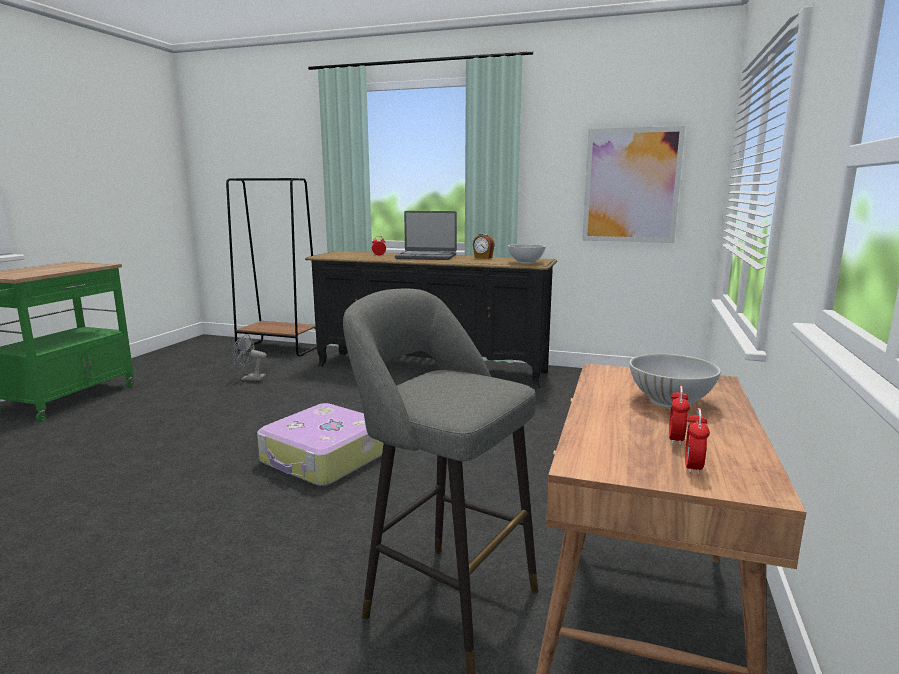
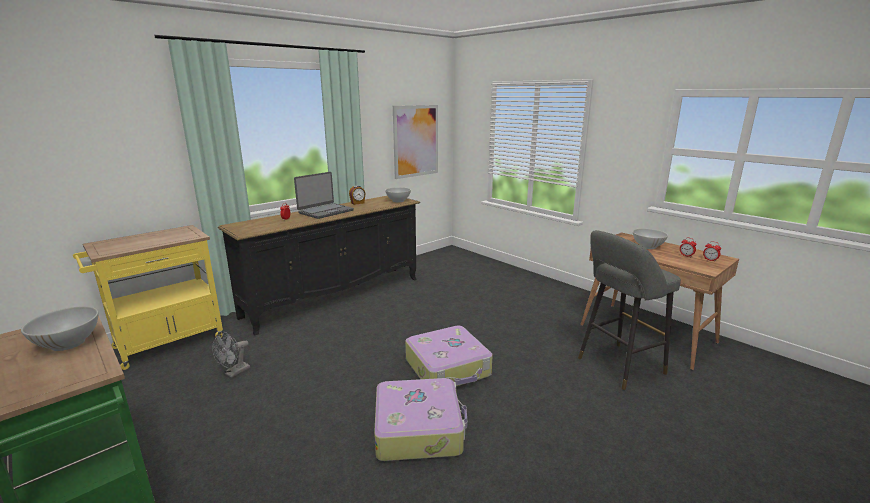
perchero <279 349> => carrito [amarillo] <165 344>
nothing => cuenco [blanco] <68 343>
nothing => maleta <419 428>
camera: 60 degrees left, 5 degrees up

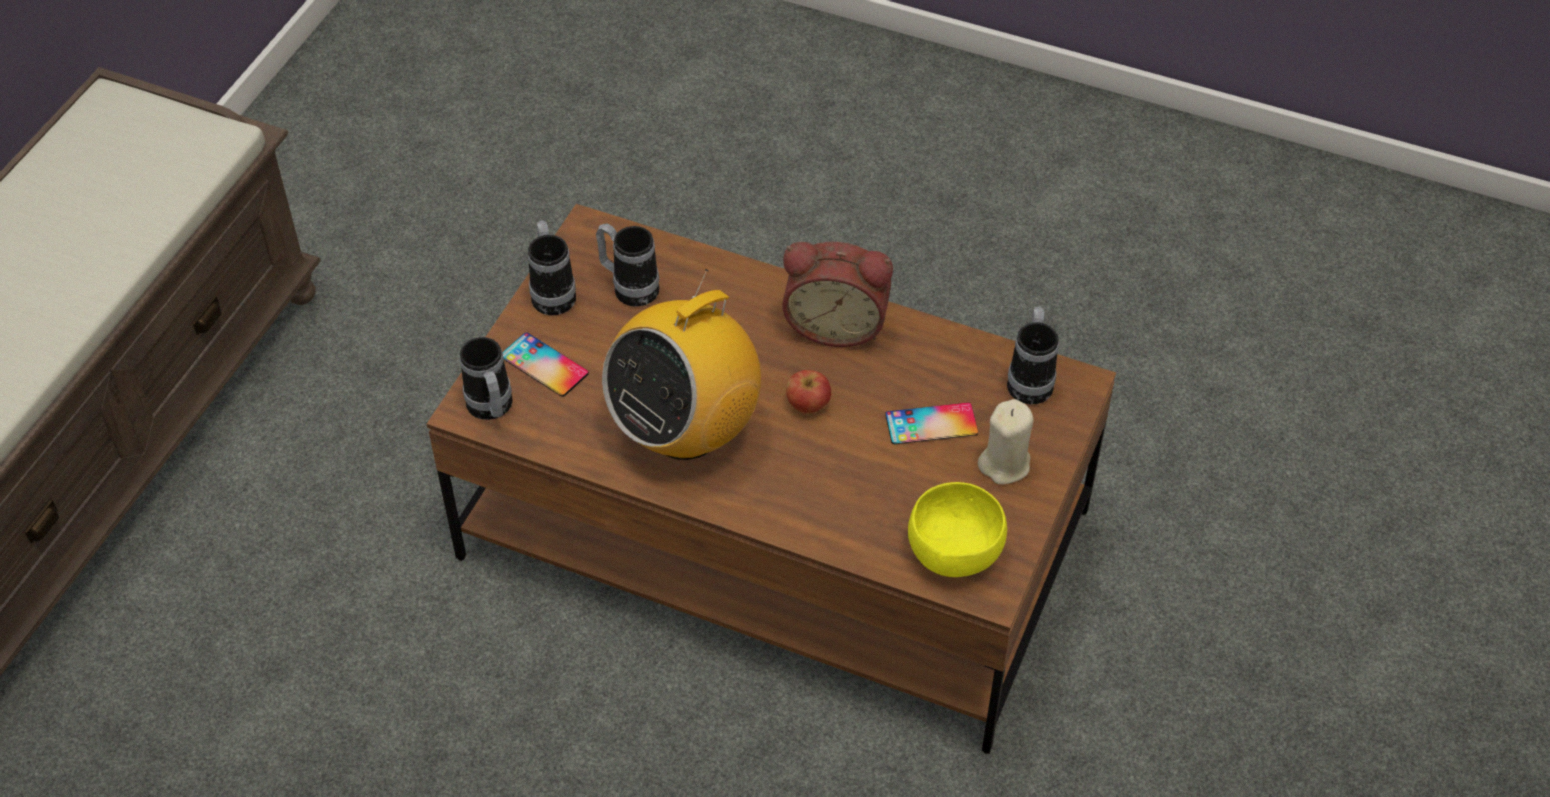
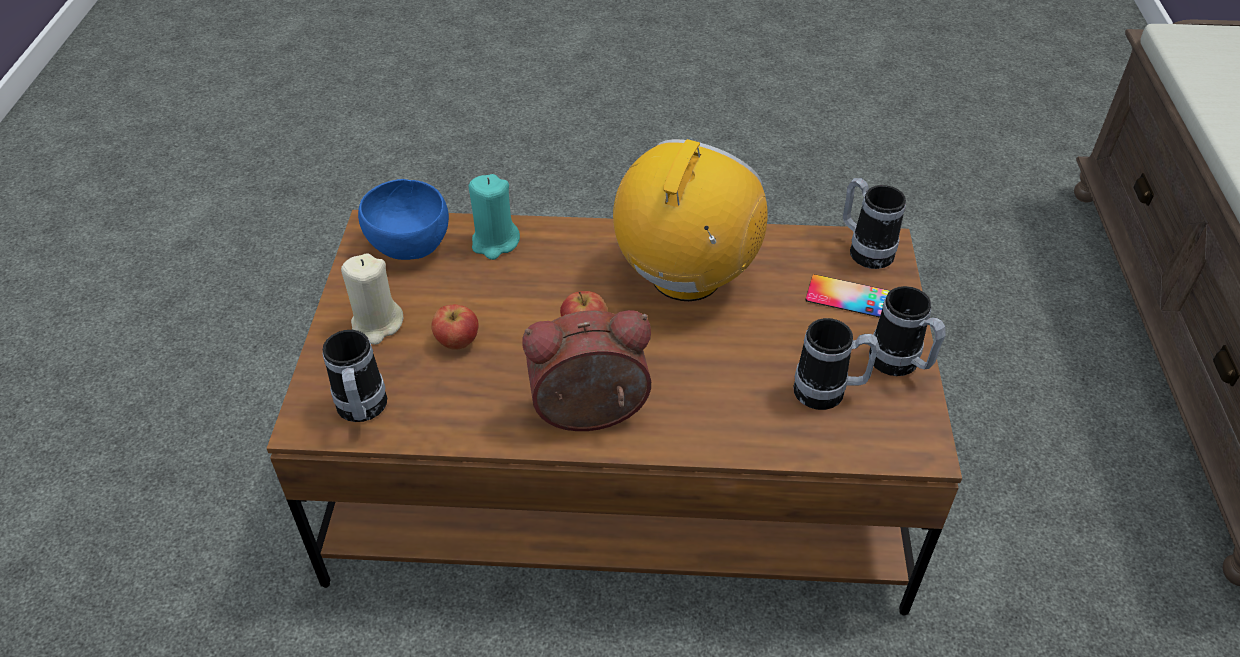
móvil <931 424> => manzana <457 341>
cuenco [amarillo] <953 553> => cuenco [azul] <410 245>
nothing => vela [turquesa] <495 242>
camera: 160 degrees right, 5 degrees down

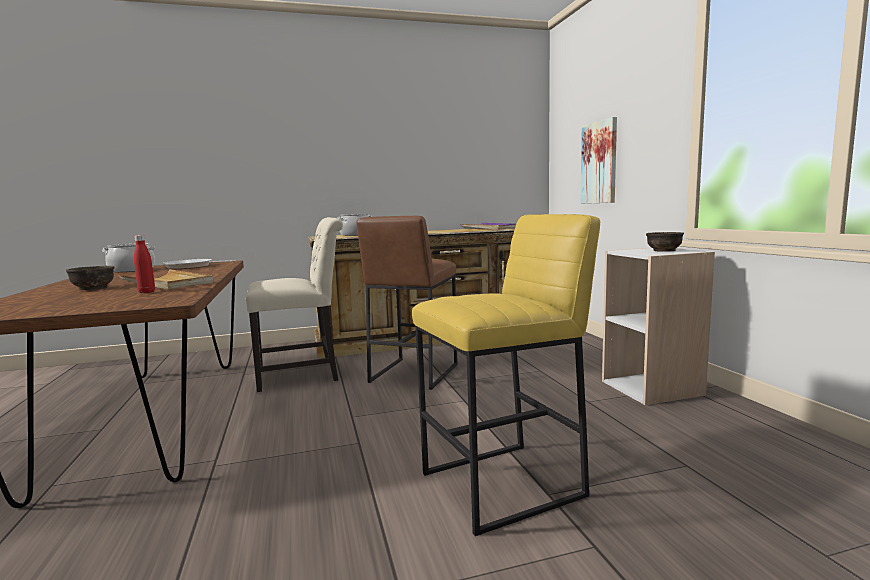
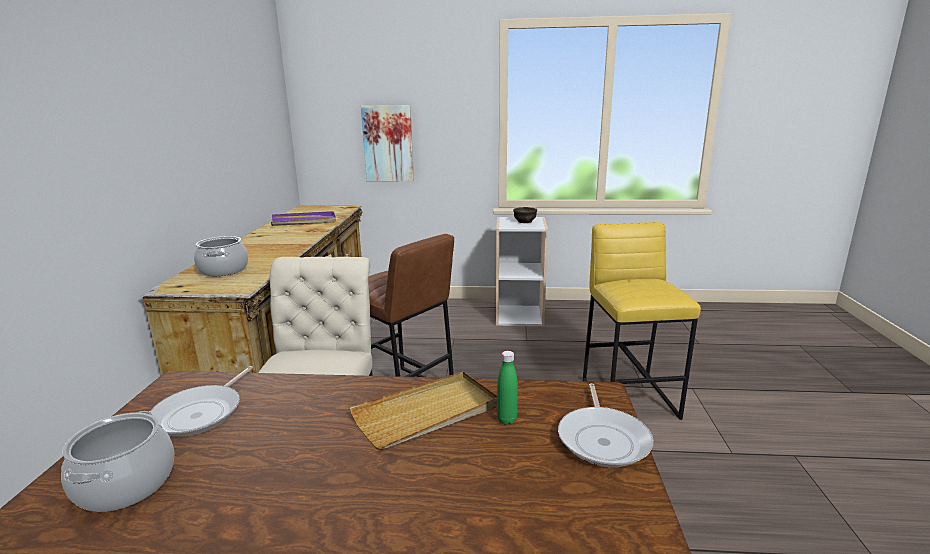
botella [rojo] <147 292> => botella [verde] <507 420>
cuenco [marrón] <93 288> => nothing
nothing => sartén <603 439>
camera: 70 degrees left, 10 degrees up

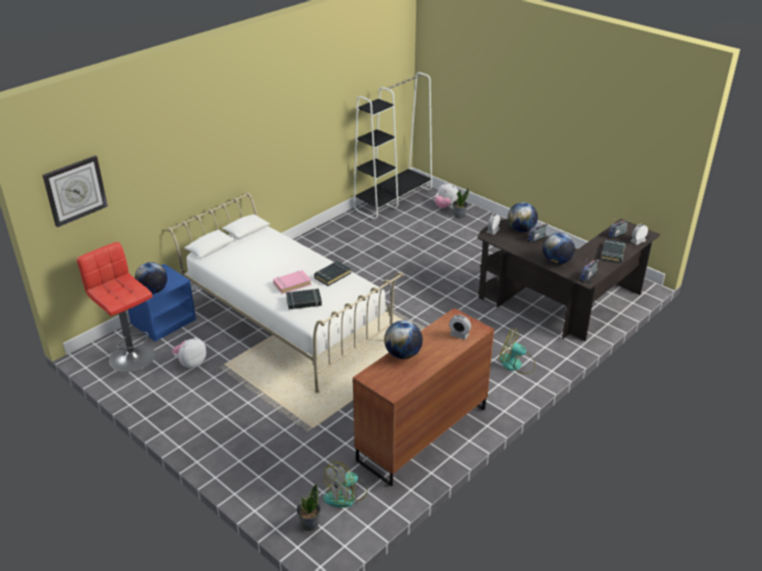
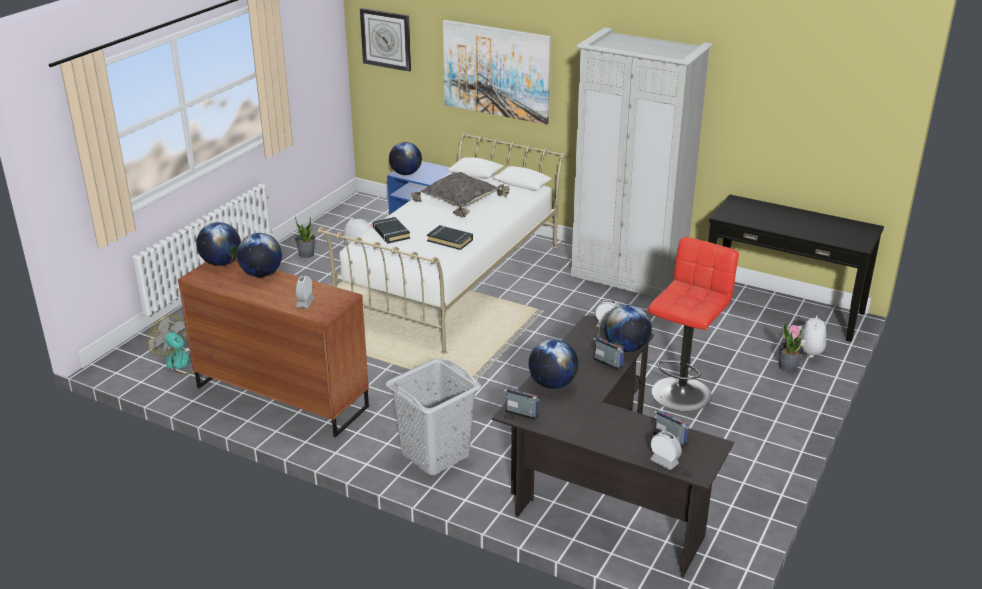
perchero [negro] <393 200> => mesa consola [negro] <782 308>
libro [negro] <613 253> => nothing
taburete [rojo] <132 357> => taburete [rojo] <682 394>, shifted
libro [rosa] <292 284> => nothing
ventilador <516 364> => cesto de la ropa [gris] <434 454>
planta en maceta <309 524> => planta en maceta <306 254>, shifted
nothing => cuadro <496 71>
nothing => armario ropero [blanco] <628 274>
nothing => cojín <459 198>
nothing => globo terráqueo <221 263>
camera: 75 degrees right, 5 degrees down

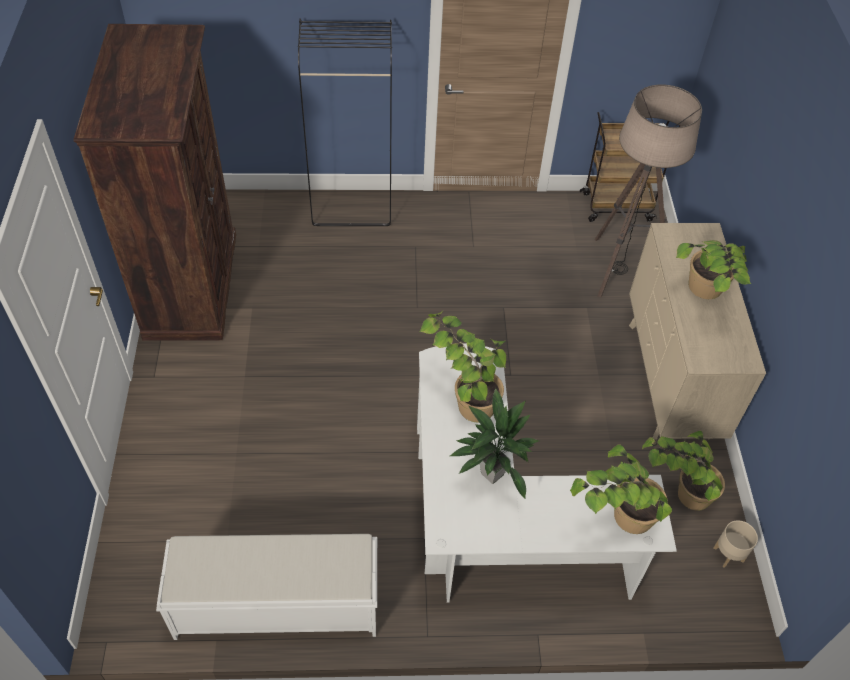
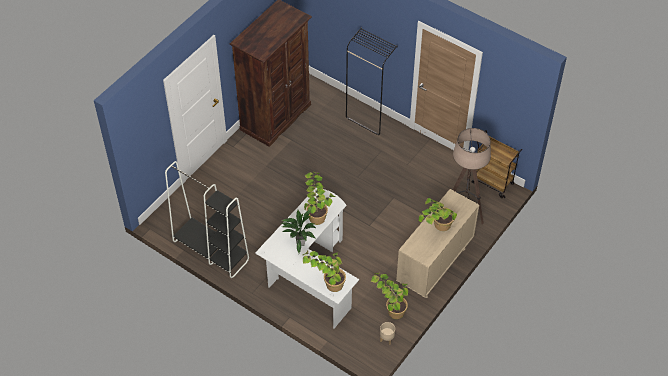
banco [blanco] <275 605> => perchero [negro] <210 251>
camera: 40 degrees right, 0 degrees up

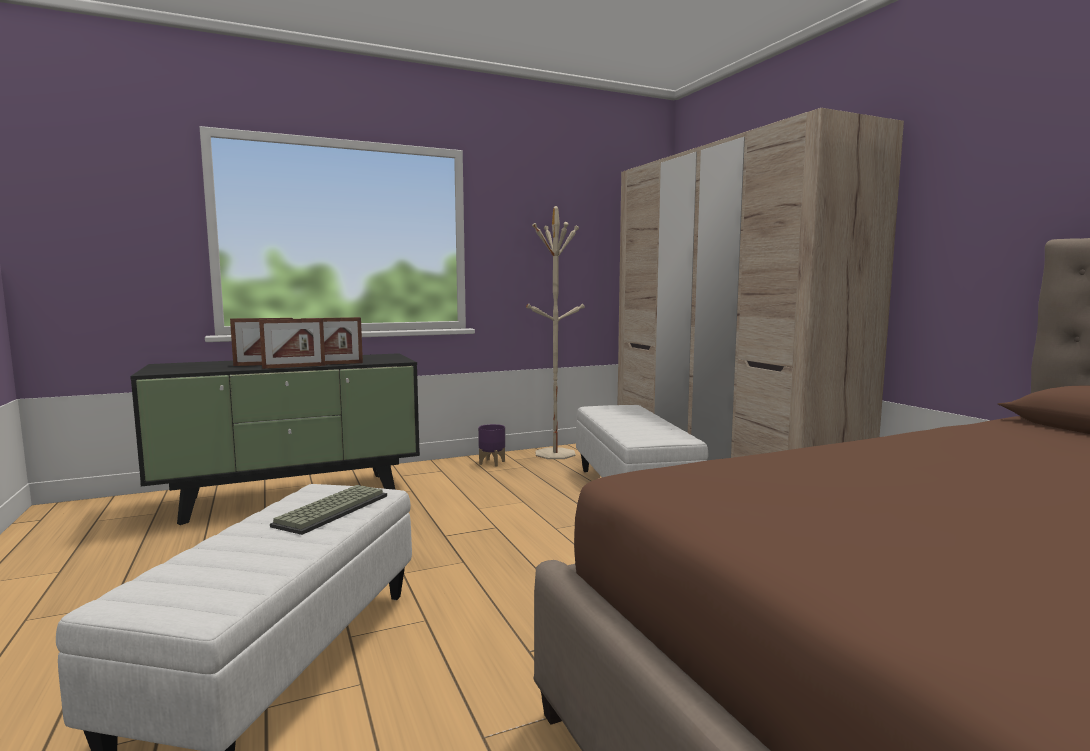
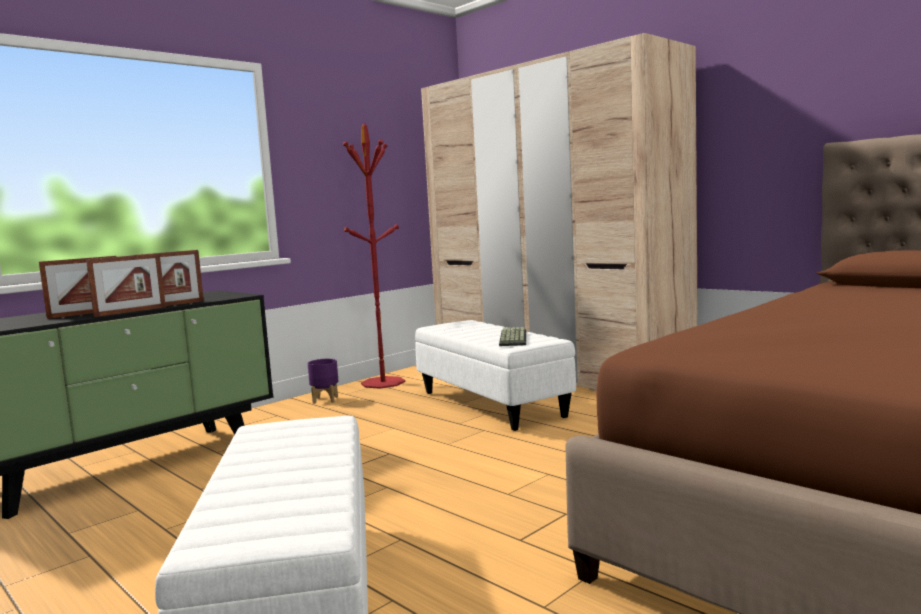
perchero [beis] <555 453> => perchero [rojo] <383 382>
teclado <332 510> => teclado <512 338>, shifted
camera: 20 degrees left, 0 degrees up

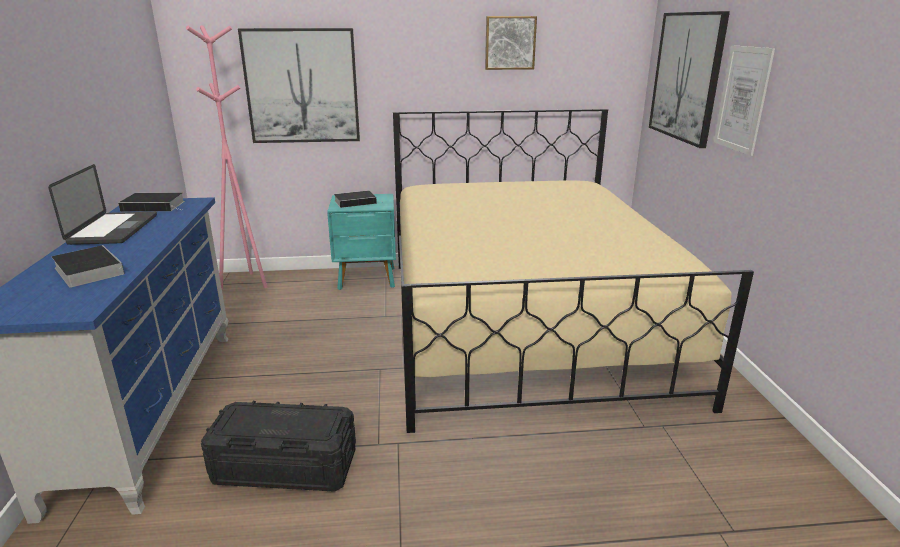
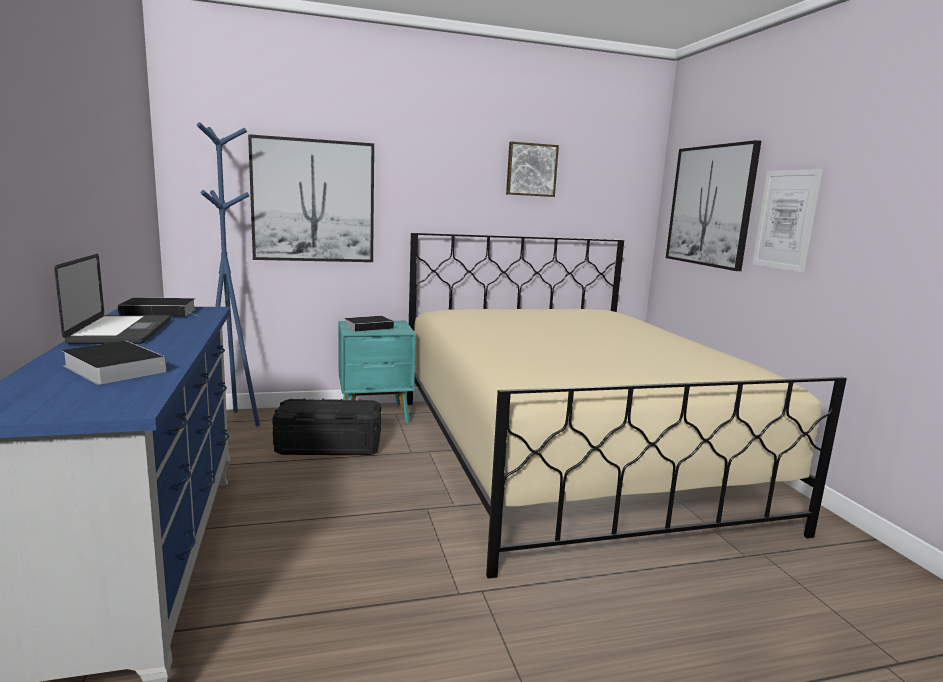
perchero [rosa] <246 283> => perchero [azul] <232 422>
caja de almacenaje [negro] <285 467> => caja de almacenaje [negro] <329 445>, shifted
camera: 10 degrees left, 10 degrees down

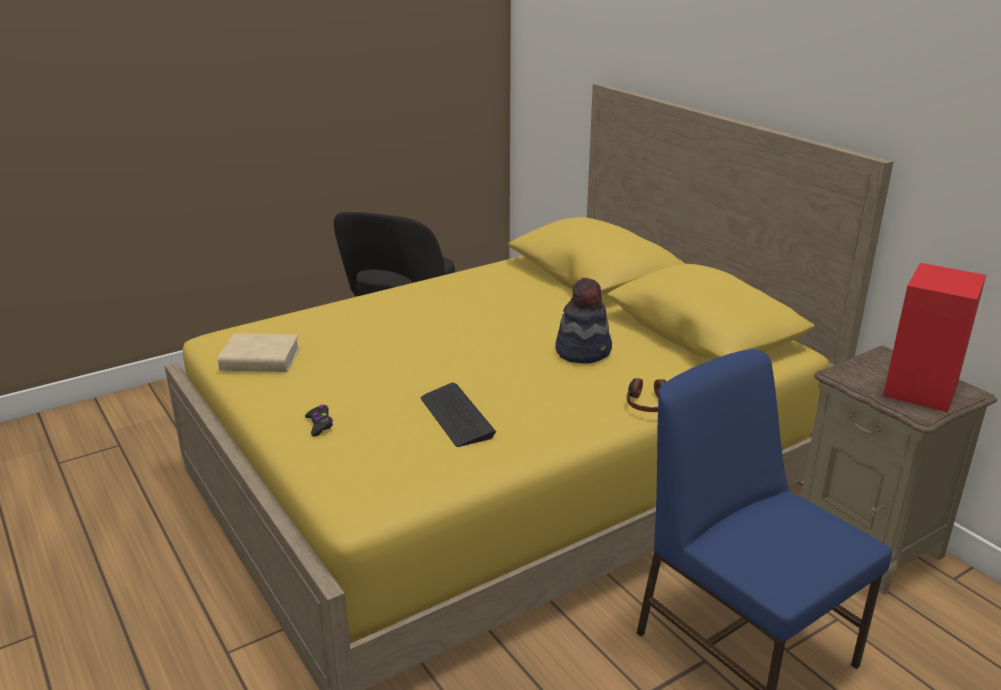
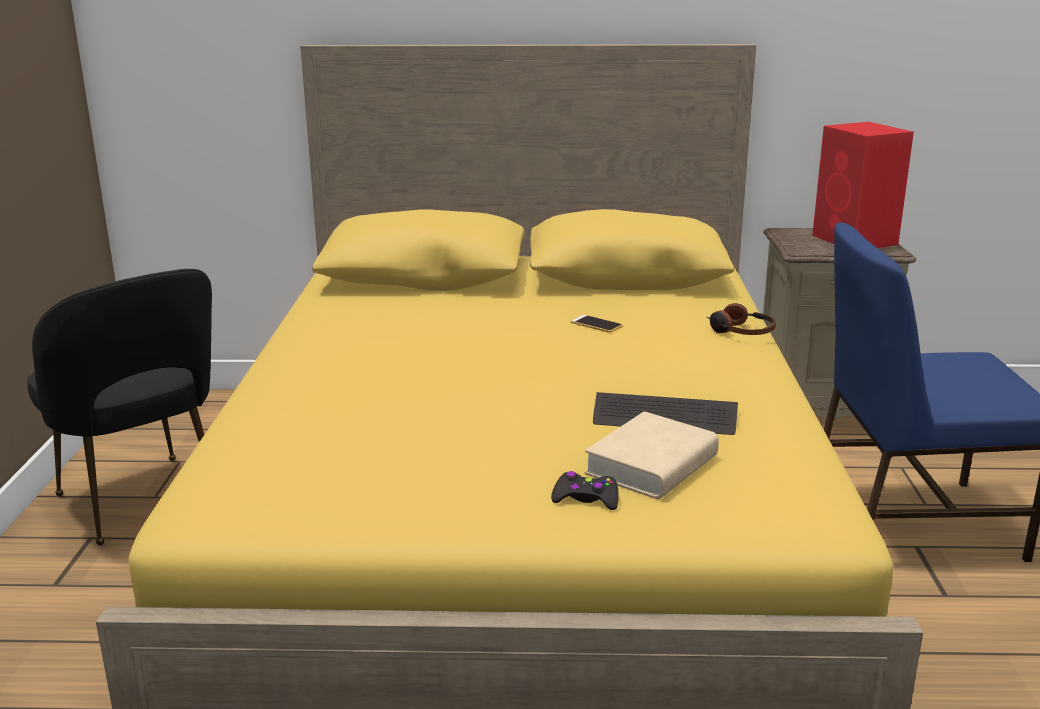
sombrero <583 351> => móvil <596 324>
libro [beis] <260 360> => libro [beis] <652 465>, shifted
camera: 55 degrees left, 5 degrees down

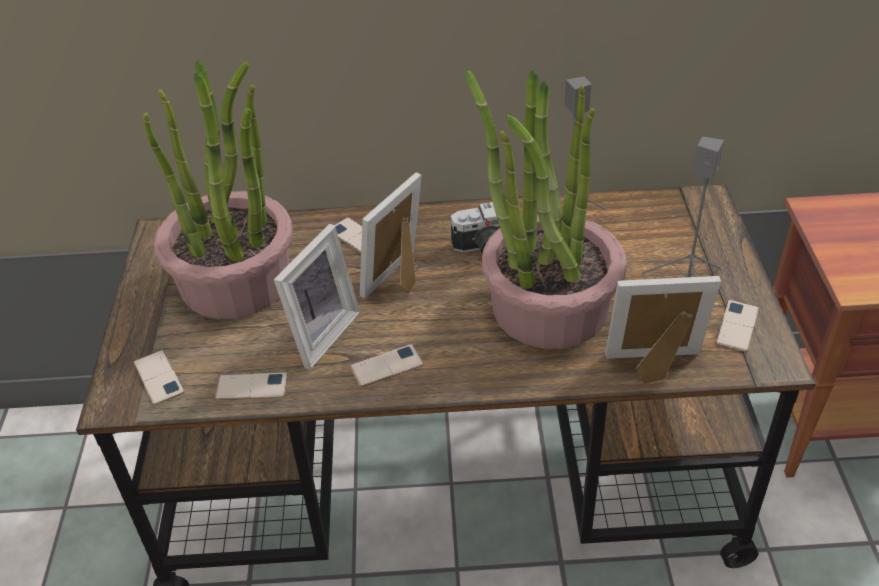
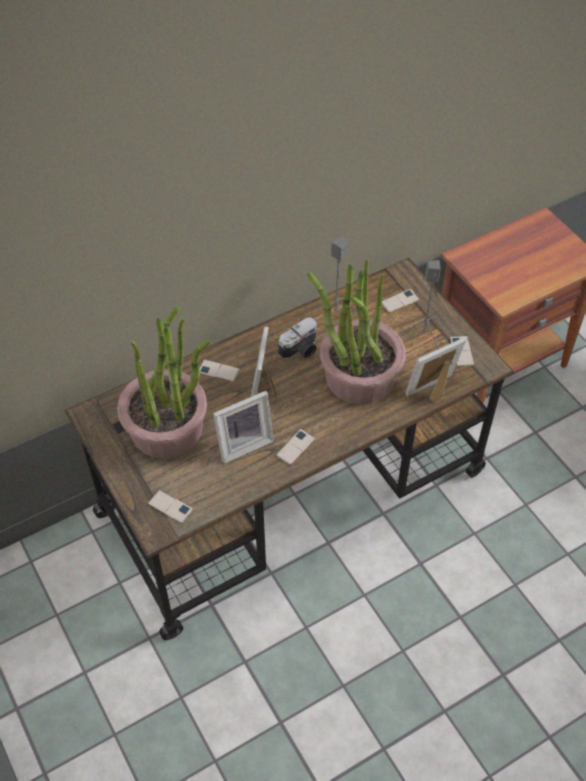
portarretratos <319 334> => portarretratos <243 443>, 60 degrees clockwise
móvil <251 387> => móvil <399 301>, shifted
camera: 30 degrees left, 10 degrees up

